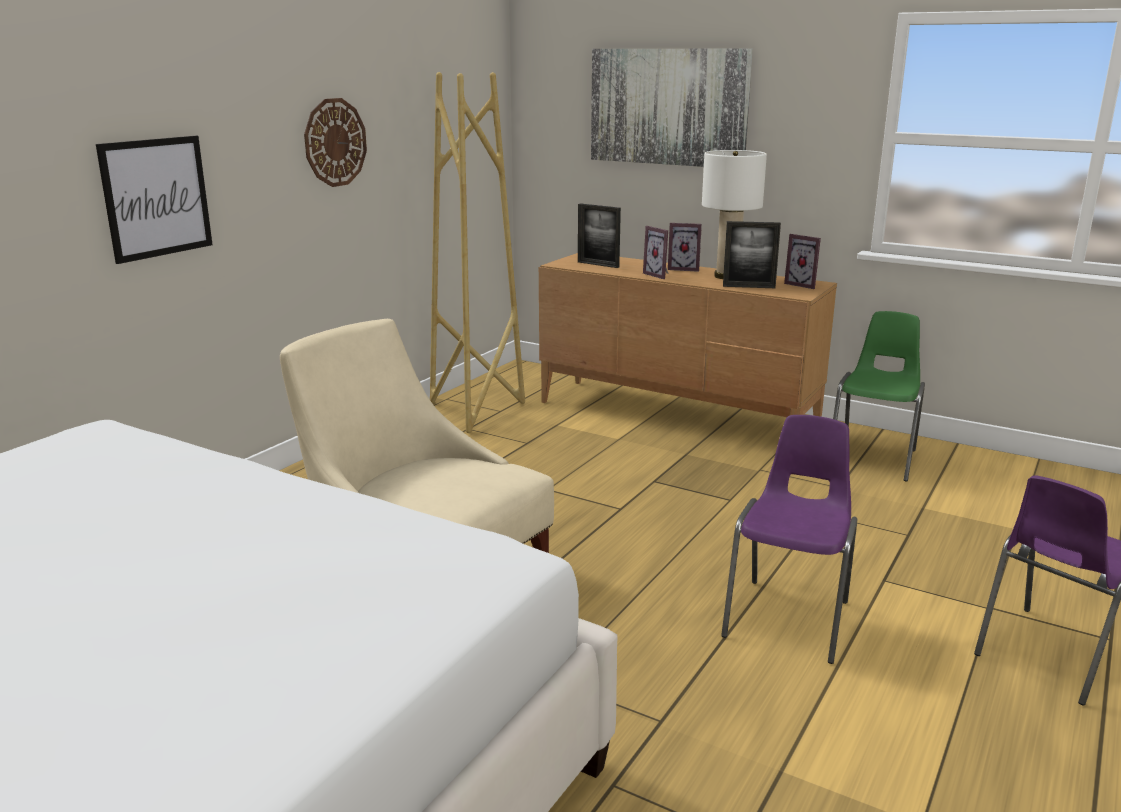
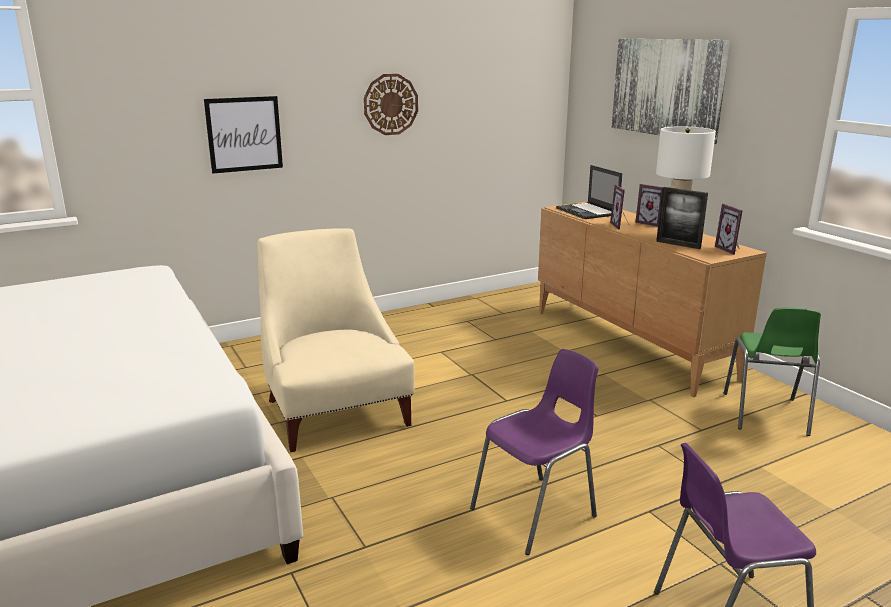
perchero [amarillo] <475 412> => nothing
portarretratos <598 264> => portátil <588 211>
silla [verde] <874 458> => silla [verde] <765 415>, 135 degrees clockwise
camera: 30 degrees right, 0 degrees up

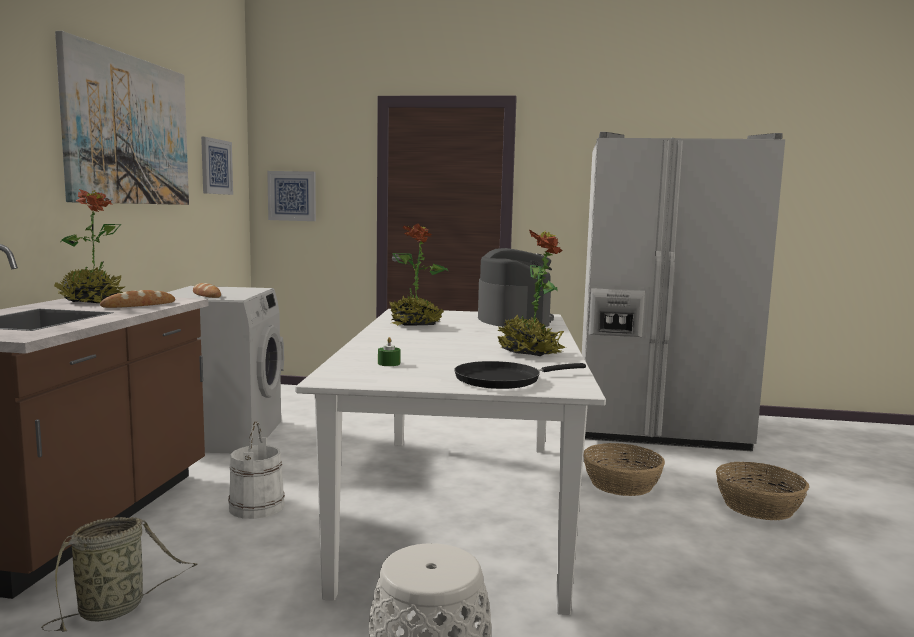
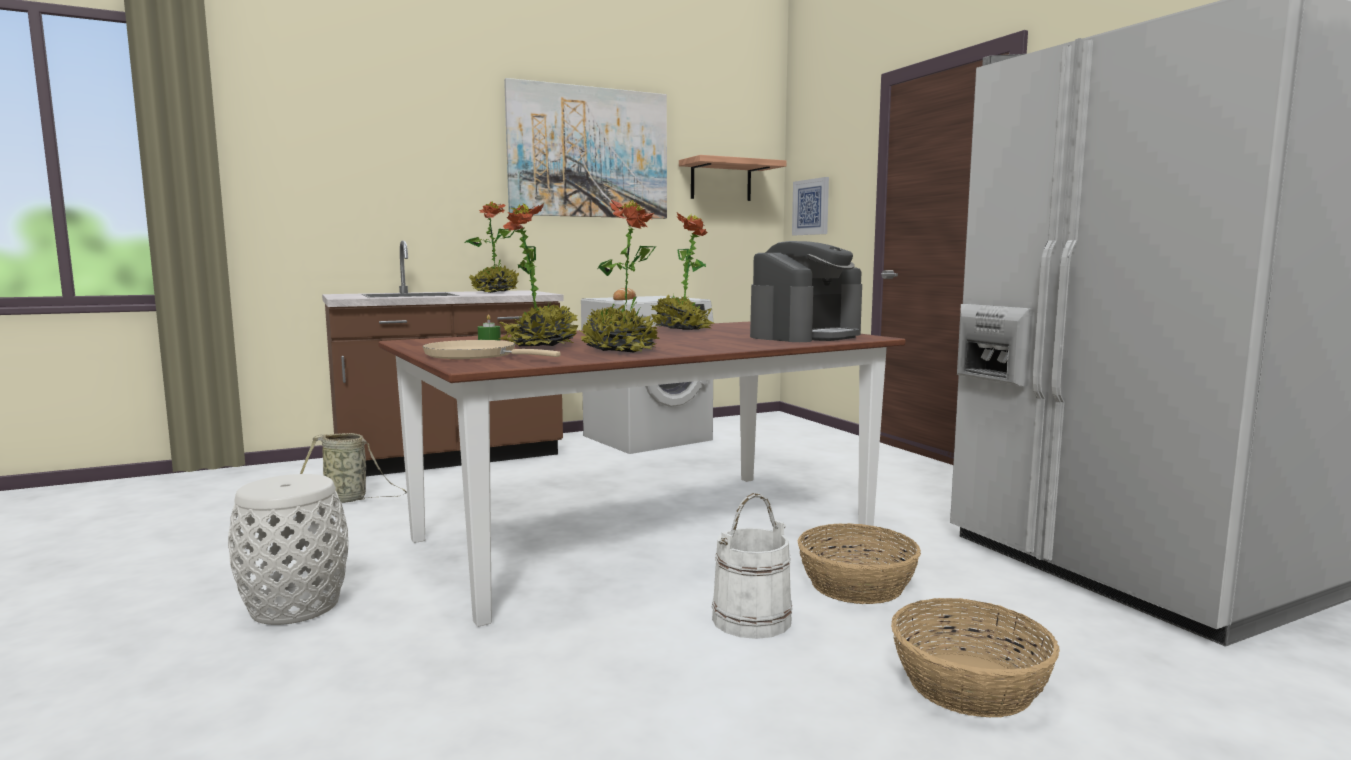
cuadro <216 166> => estante <721 181>
pan <139 305> => nothing
mesa de comedor [blanco] <458 506> => mesa de comedor [marrón] <646 533>
sartén [negro] <503 380> => sartén [beis] <476 356>
cubo [blanco] <256 506> => cubo [blanco] <751 619>, shifted
nothing => planta en maceta <541 345>
camera: 55 degrees right, 0 degrees up

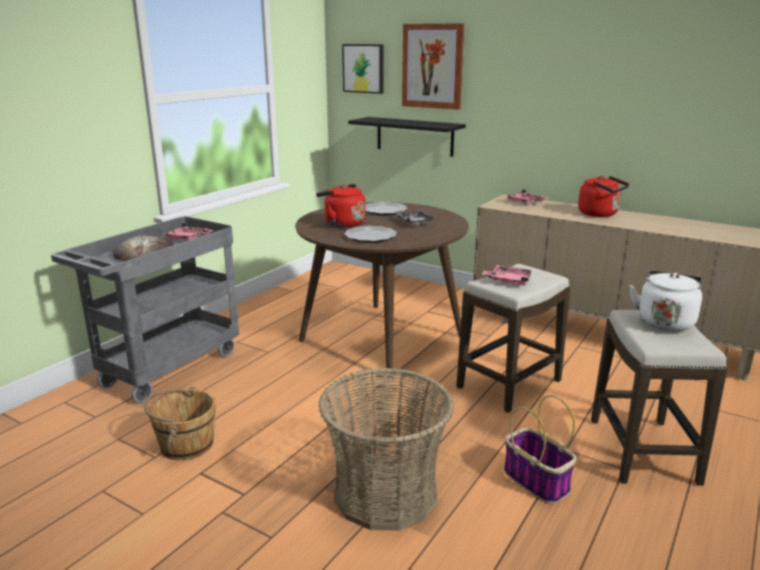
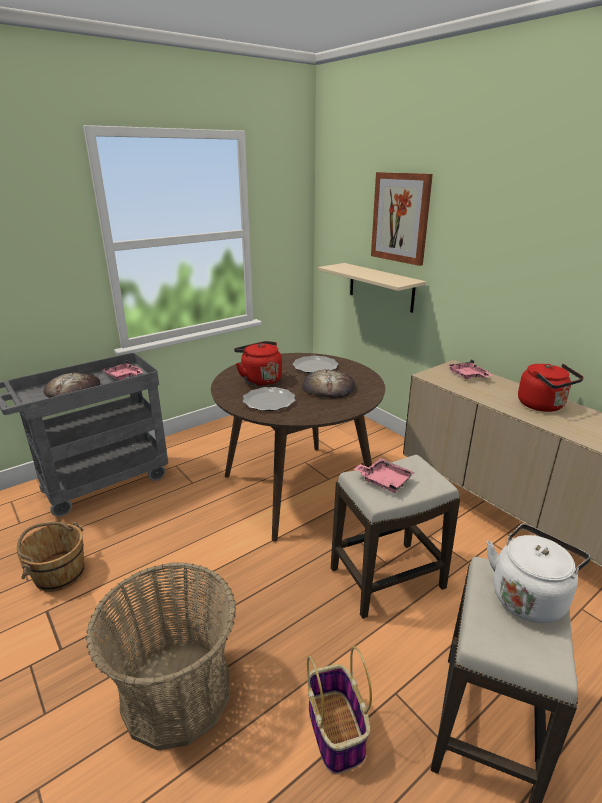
cuadro <364 68> => nothing
estante [negro] <414 136> => estante [beis] <381 287>
bandeja [gris] <413 222> => pan <328 387>
camera: 20 degrees right, 5 degrees up

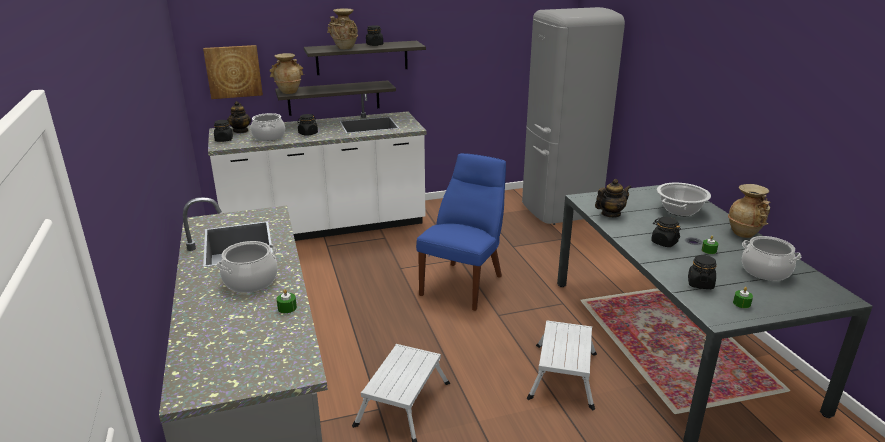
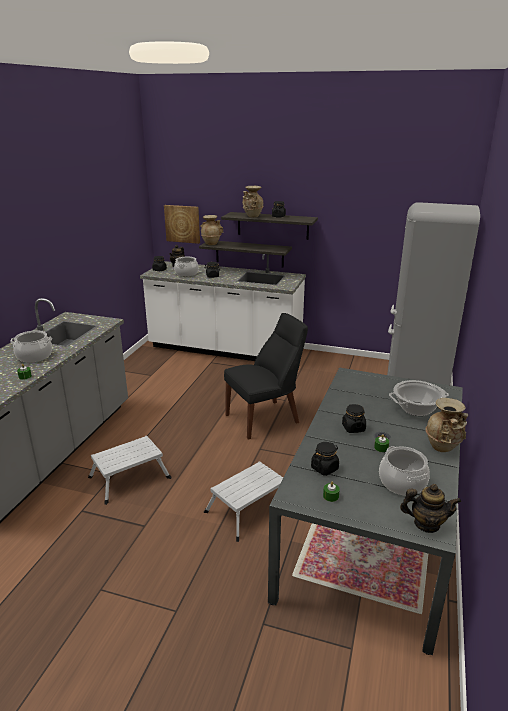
silla [azul] <464 283> => silla [negro] <265 418>
tetera <610 214> => tetera <426 524>, shifted
camera: 35 degrees right, 0 degrees up

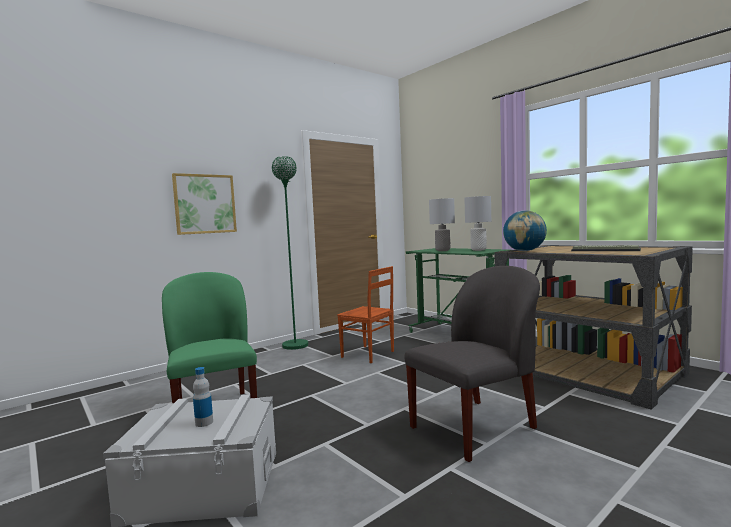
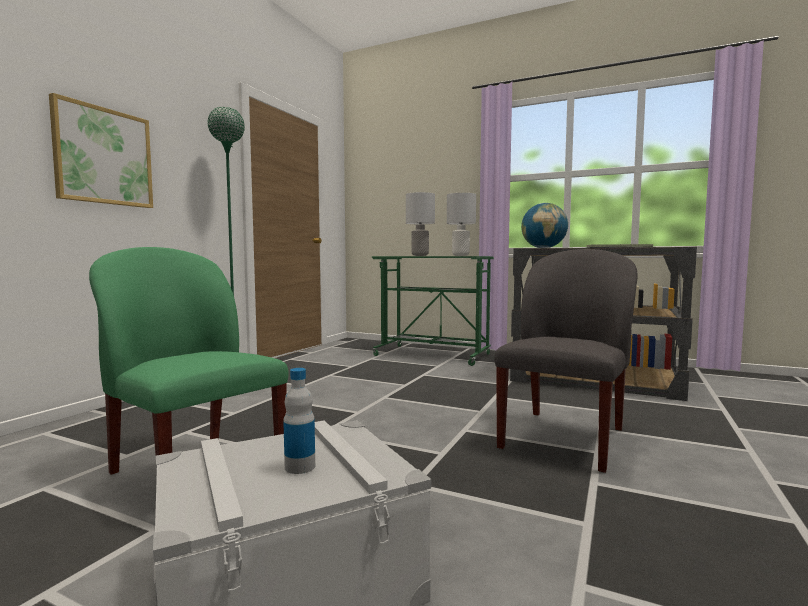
silla [marrón] <368 354> => nothing
camera: 25 degrees left, 0 degrees up

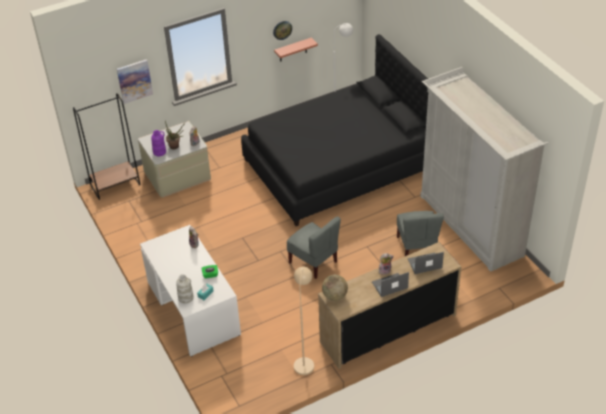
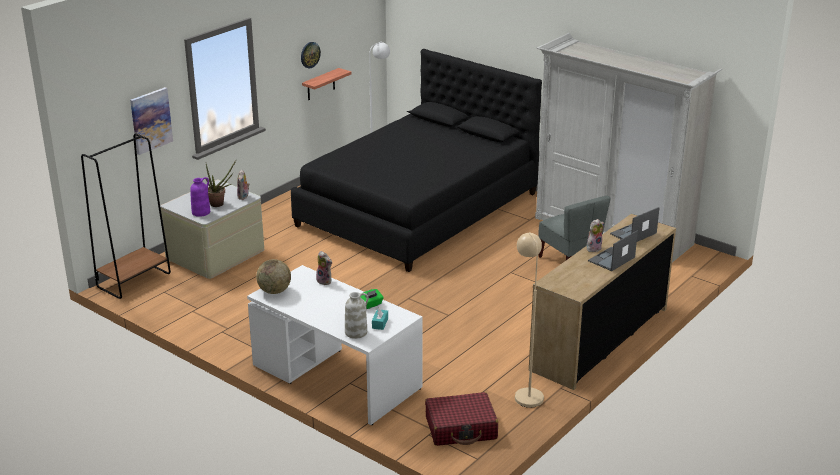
silla [gris] <313 262> => nothing
globo terráqueo <335 296> => globo terráqueo <274 291>, shifted
nothing => maleta [rojo] <461 428>
camera: 25 degrees left, 15 degrees down

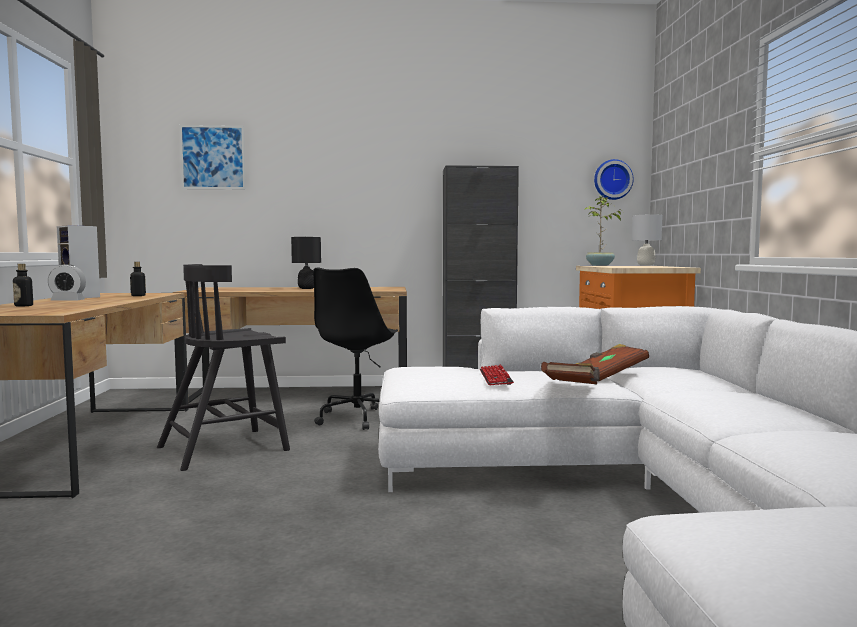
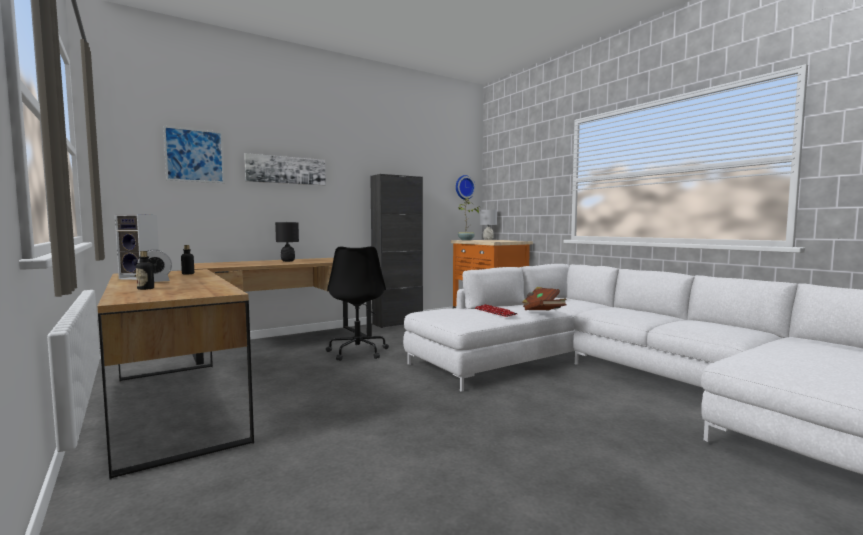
silla [negro] <226 448> => nothing
nothing => cuadro <286 170>
camera: 30 degrees left, 0 degrees up

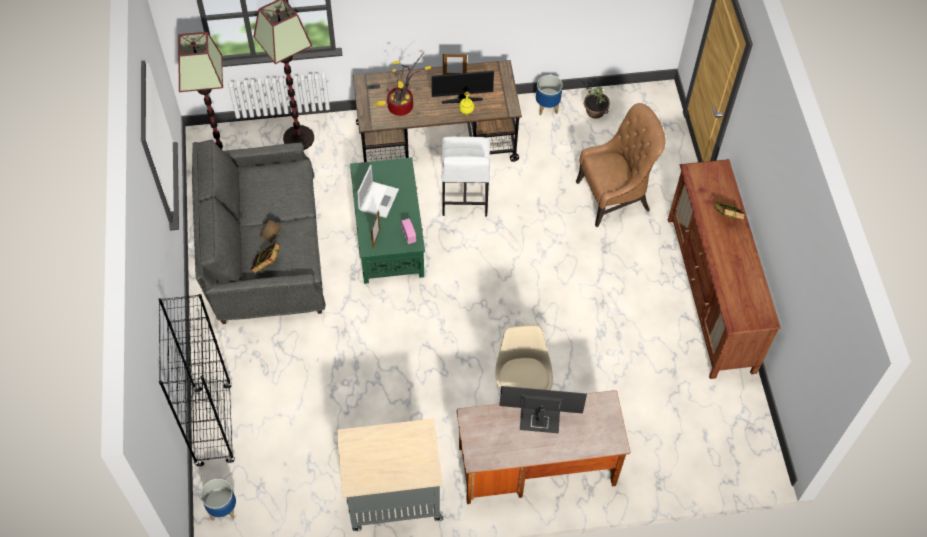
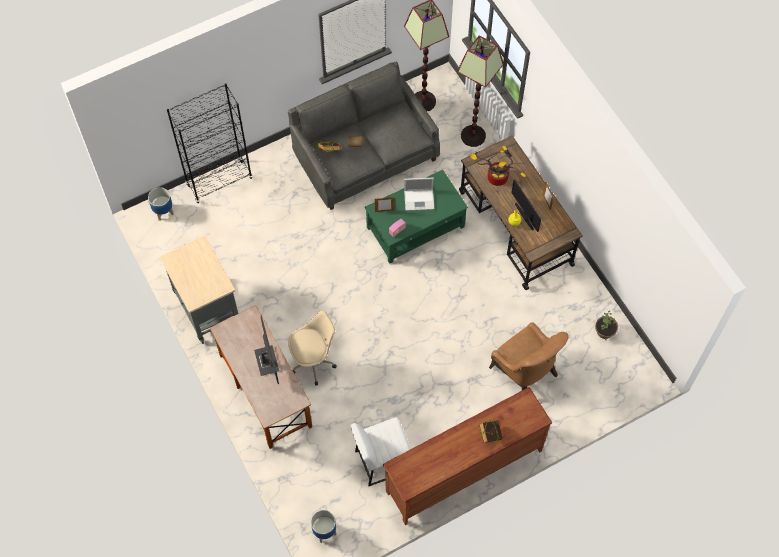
maceta <547 107> => maceta <325 531>, shifted
silla [blanco] <464 196> => silla [blanco] <381 461>, shifted
camera: 70 degrees right, 5 degrees up

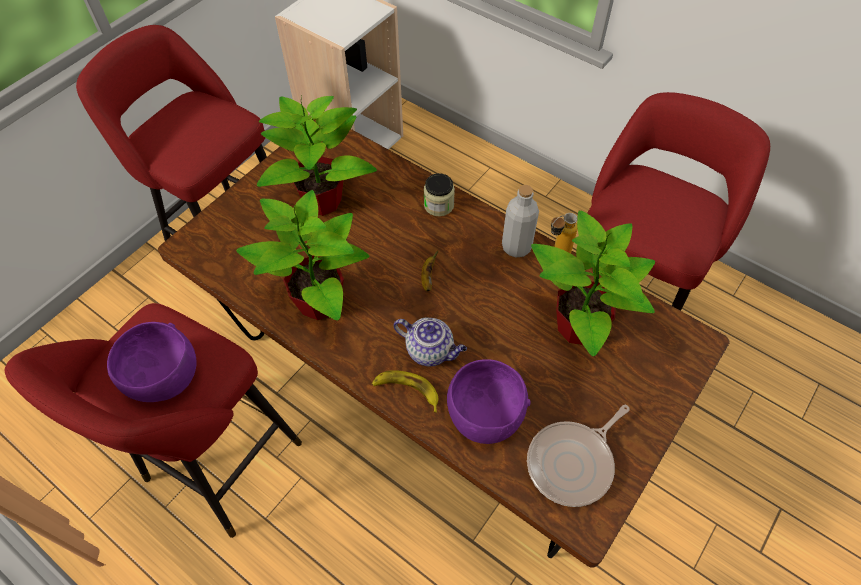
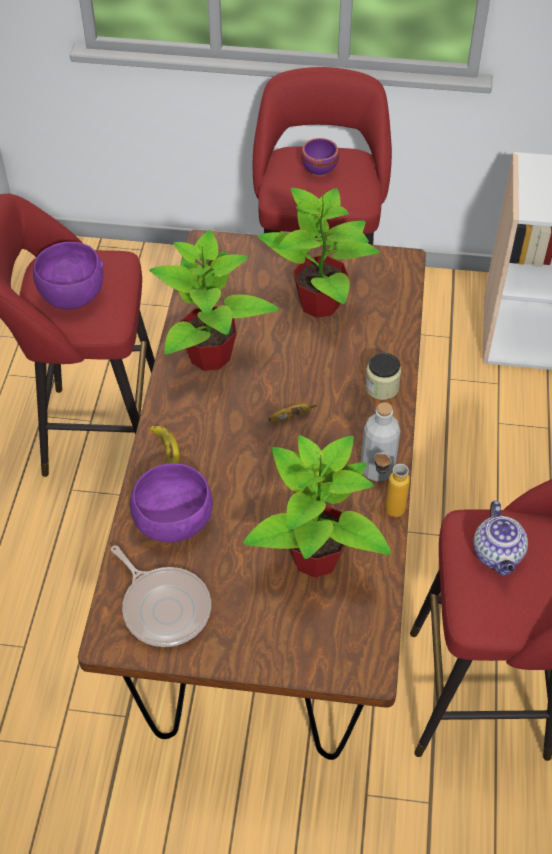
tetera <431 351> => tetera <498 555>, shifted
sartén <573 463> => sartén <164 607>, 150 degrees counterclockwise
nothing => cuenco [morado] <320 170>
camera: 60 degrees right, 5 degrees down

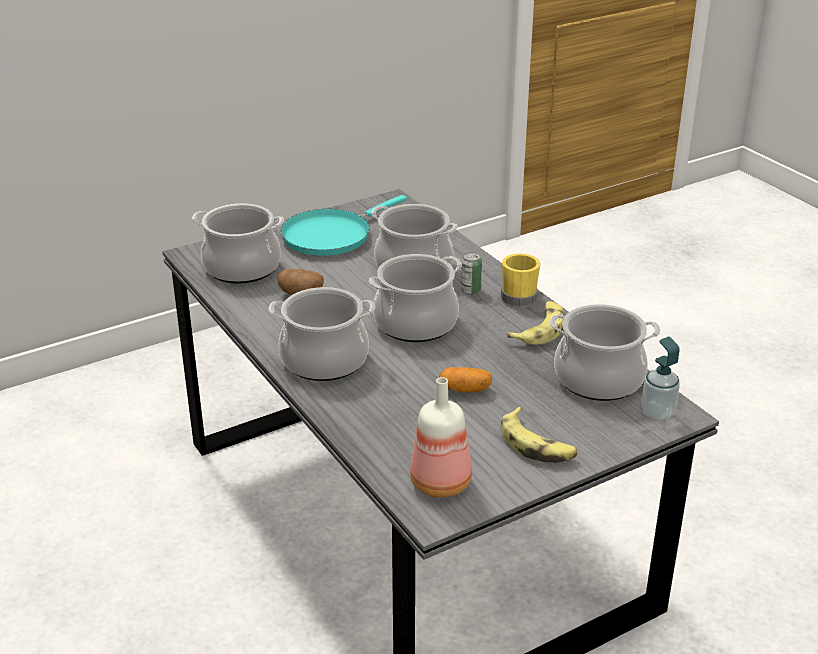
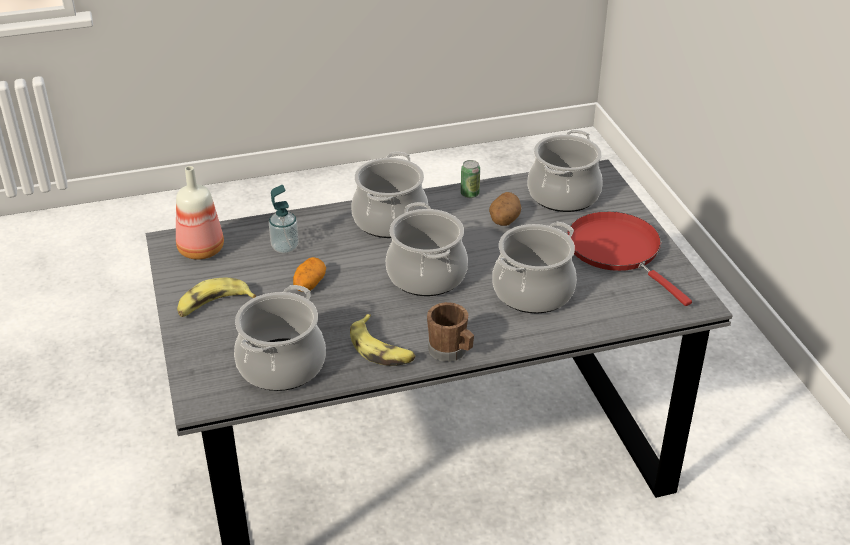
sartén [turquesa] <331 235> => sartén [rojo] <618 251>
lata <470 290> => lata <470 194>, shifted
taza grande [amarillo] <520 296> => taza grande [marrón] <451 351>
dispensador de jabón <657 412> => dispensador de jabón <285 247>, shifted
camera: 105 degrees right, 5 degrees up

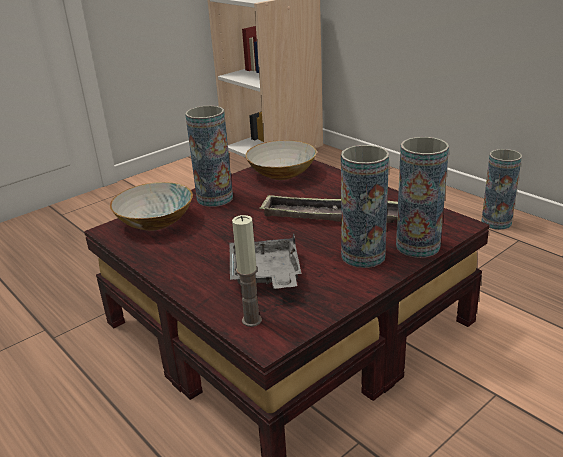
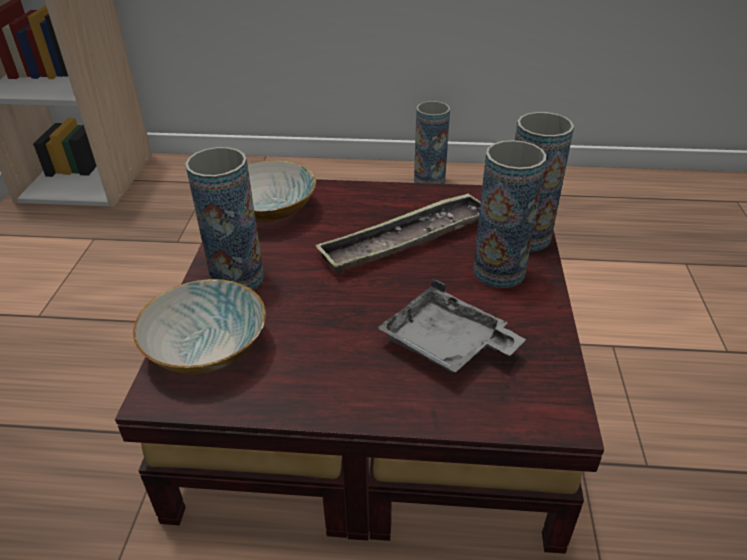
vela <251 320> => nothing
camera: 45 degrees left, 10 degrees up

